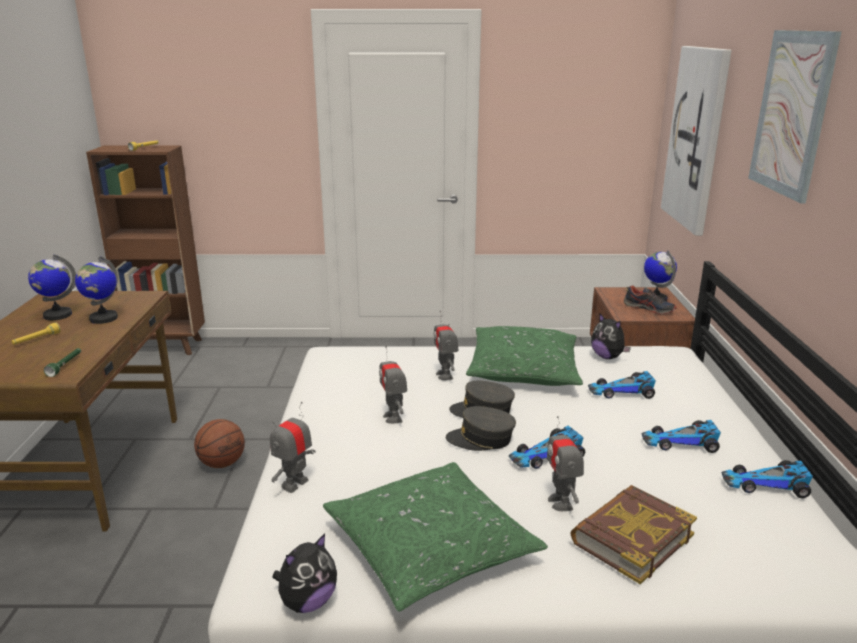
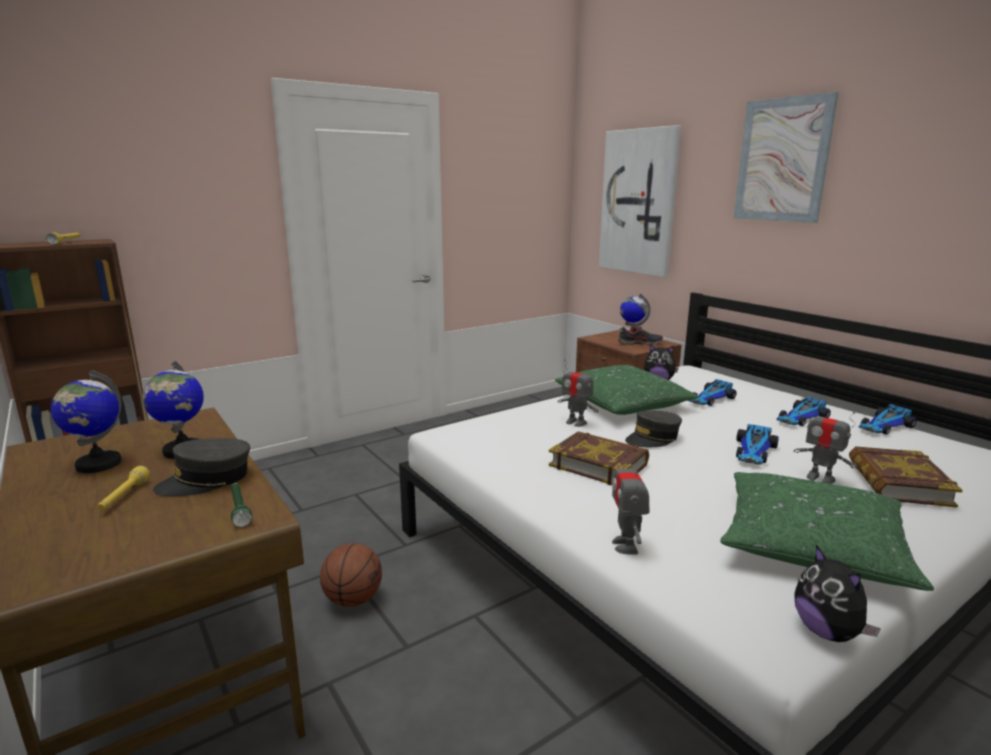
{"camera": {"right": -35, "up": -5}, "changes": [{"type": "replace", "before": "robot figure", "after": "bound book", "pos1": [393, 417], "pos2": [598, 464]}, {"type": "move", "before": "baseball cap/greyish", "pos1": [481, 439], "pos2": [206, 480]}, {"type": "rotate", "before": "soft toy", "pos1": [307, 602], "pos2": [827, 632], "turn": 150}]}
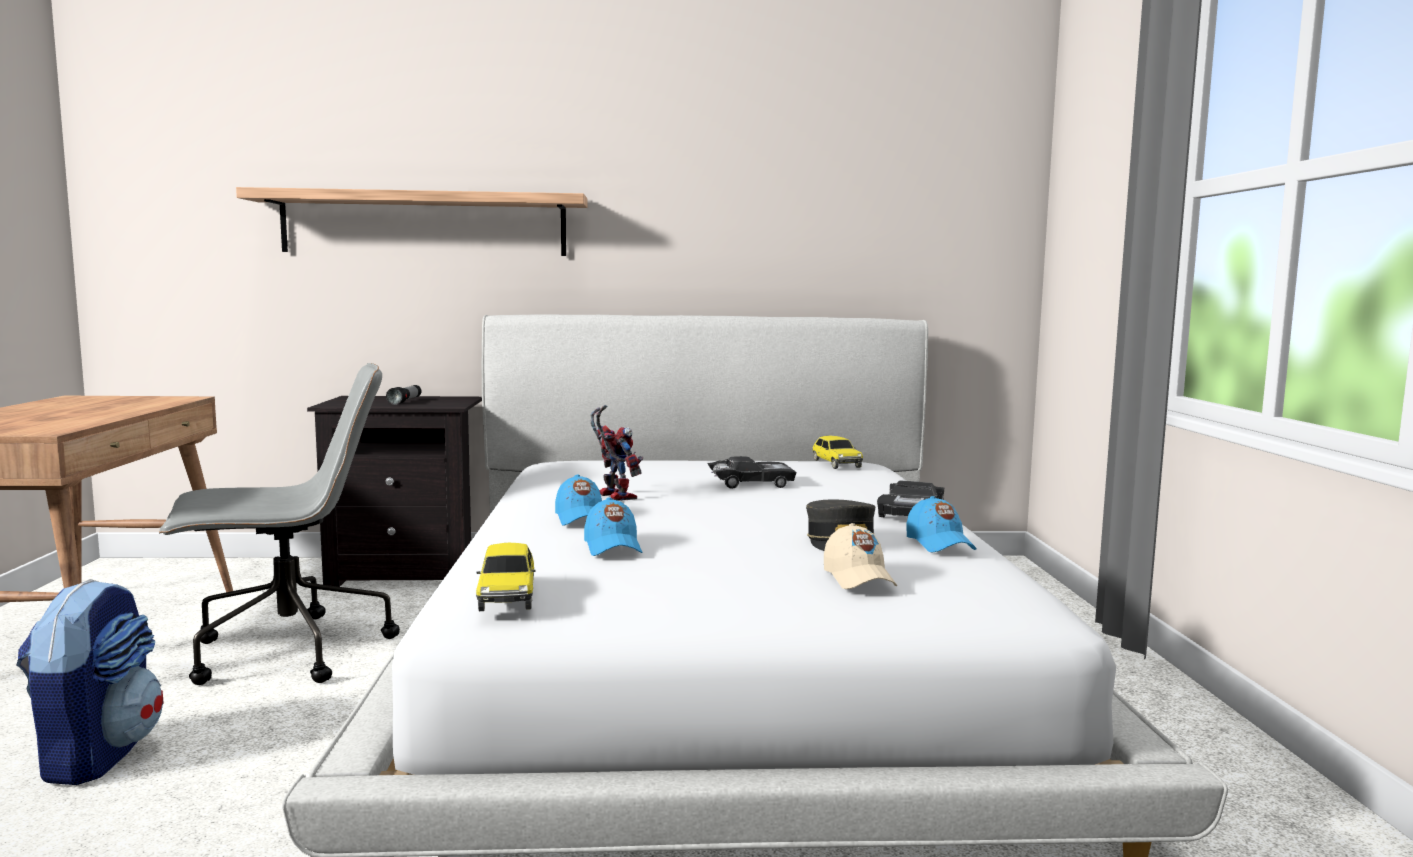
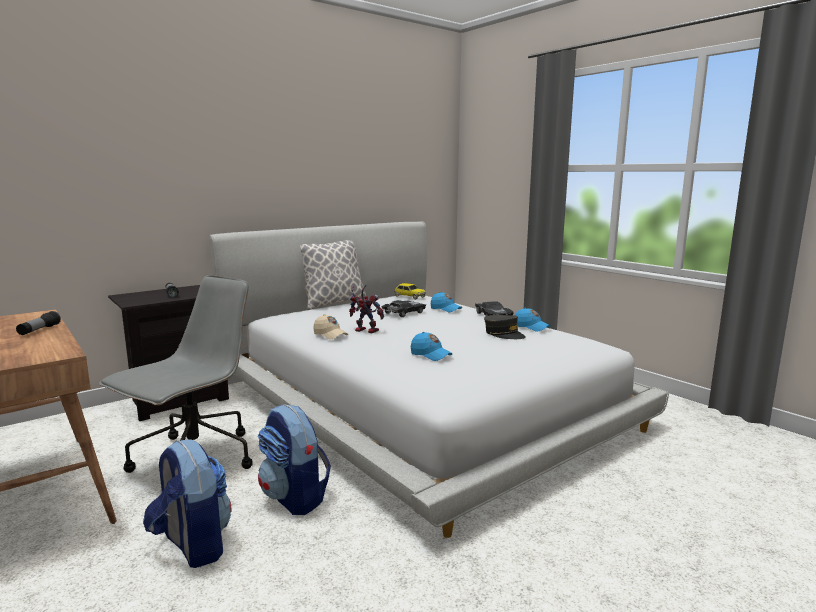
{"camera": {"right": -35, "up": 5}, "changes": [{"type": "delete", "before": "bracket shelf", "pos1": [424, 224]}, {"type": "move", "before": "baseball cap/blue-coloured", "pos1": [580, 518], "pos2": [445, 309]}, {"type": "move", "before": "baseball cap/sand-coloured", "pos1": [858, 578], "pos2": [330, 335]}, {"type": "delete", "before": "model car", "pos1": [507, 595]}, {"type": "insert", "after": "throw pillow", "pos2": [333, 303]}, {"type": "insert", "after": "hand torch", "pos2": [39, 330]}, {"type": "insert", "after": "backpack", "pos2": [295, 497]}]}
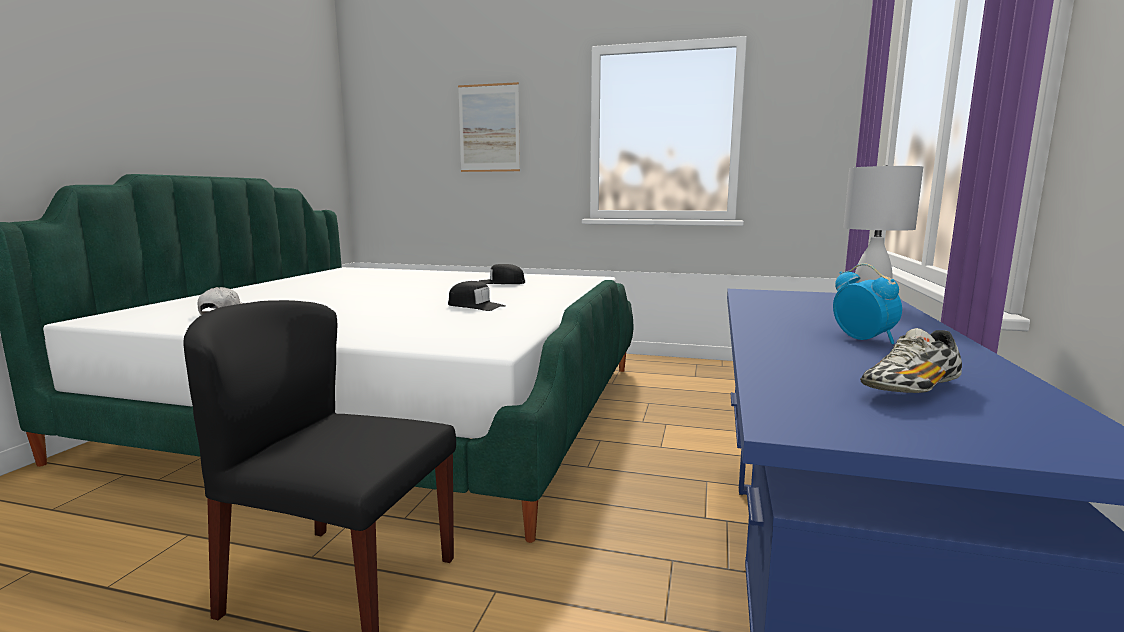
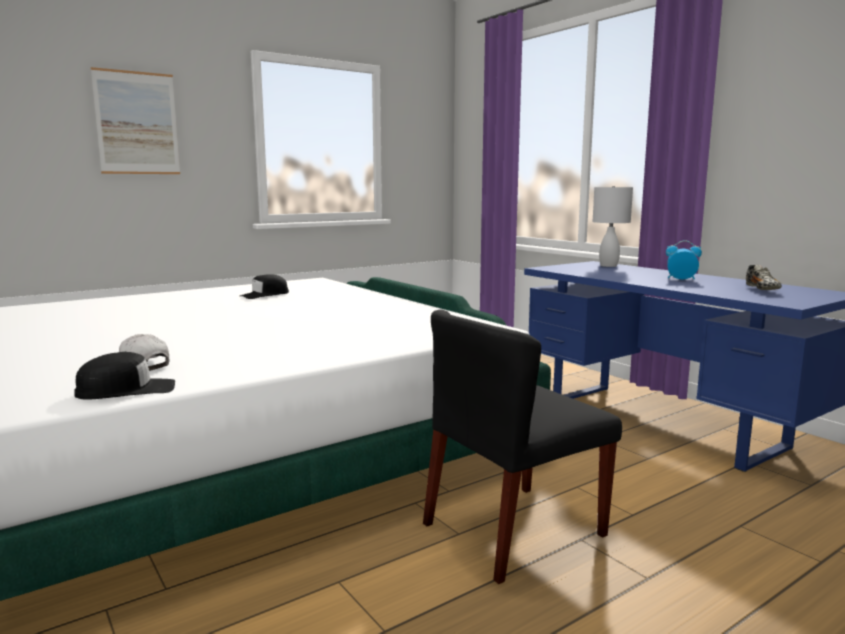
{"camera": {"right": -50, "up": 0}, "changes": [{"type": "move", "before": "baseball cap/black", "pos1": [475, 306], "pos2": [127, 390]}]}
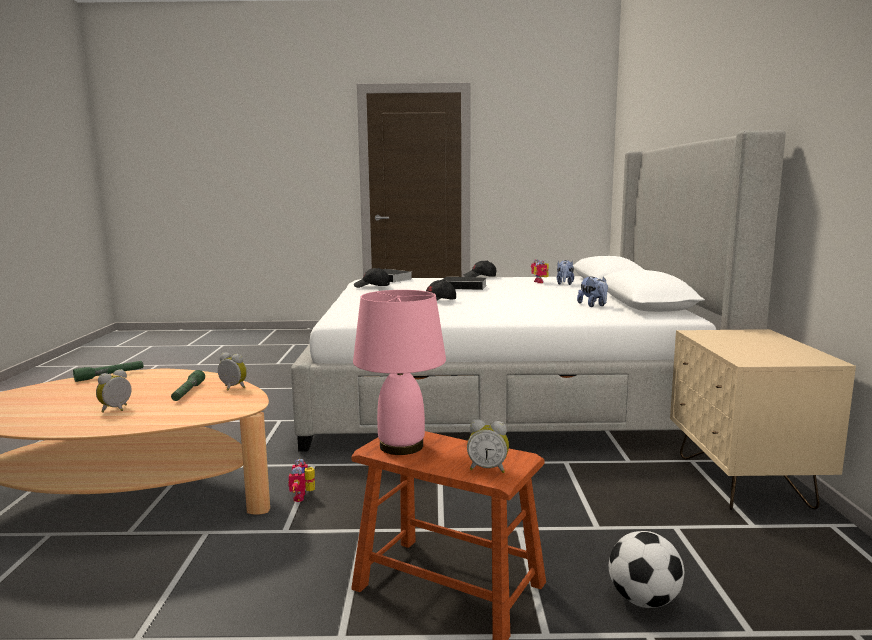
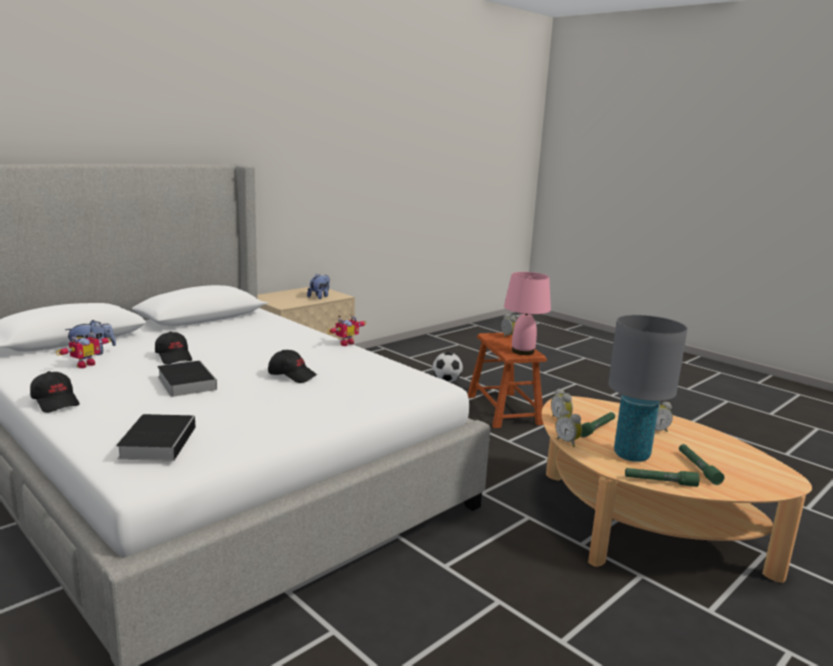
{"camera": {"right": -135, "up": 5}, "changes": [{"type": "move", "before": "baseball cap/black", "pos1": [372, 286], "pos2": [174, 357]}, {"type": "move", "before": "soft toy", "pos1": [593, 305], "pos2": [319, 297]}, {"type": "move", "before": "robot figure", "pos1": [303, 497], "pos2": [345, 343]}, {"type": "insert", "after": "table lamp/greyish", "pos2": [631, 455]}, {"type": "insert", "after": "table clock", "pos2": [568, 442]}, {"type": "insert", "after": "hand torch/green", "pos2": [698, 468]}]}
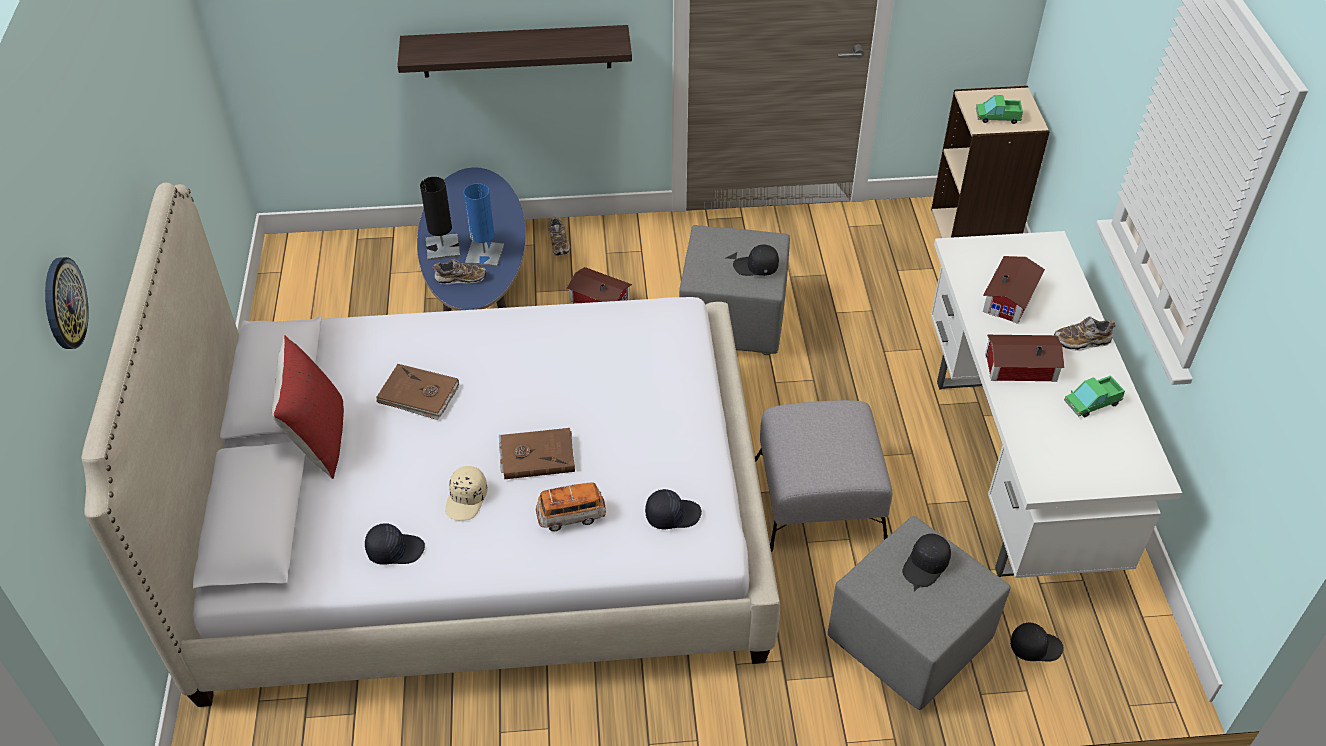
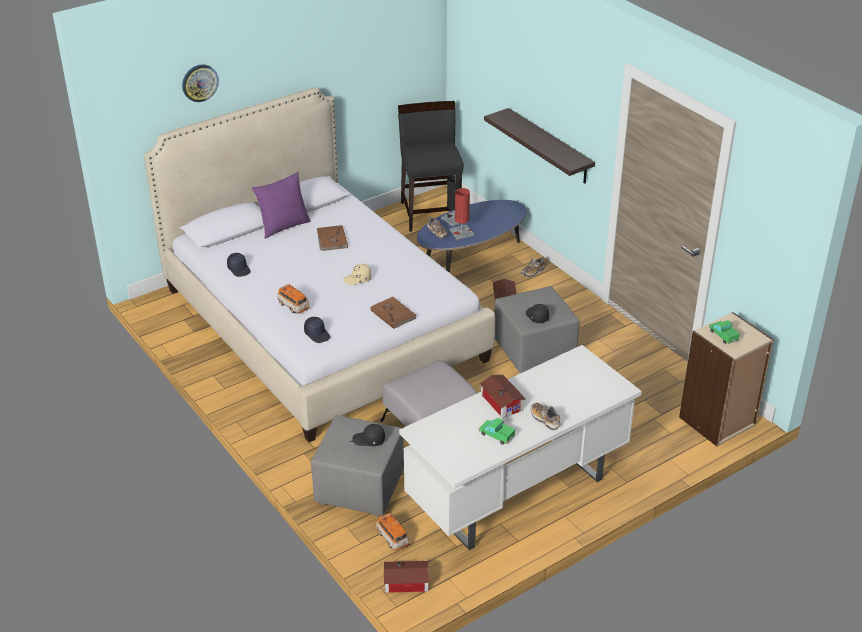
{"camera": {"right": 60, "up": -10}, "changes": [{"type": "recolor", "before": "table lamp/blue-coloured", "after": "table lamp/red", "pos1": [484, 254], "pos2": [461, 232]}, {"type": "move", "before": "model house", "pos1": [1012, 297], "pos2": [407, 583]}, {"type": "recolor", "before": "throw pillow/red", "after": "throw pillow/purple-coloured", "pos1": [318, 440], "pos2": [283, 226]}, {"type": "move", "before": "bound book/brown-coloured", "pos1": [537, 455], "pos2": [393, 314]}, {"type": "move", "before": "baseball cap/sand-coloured", "pos1": [467, 499], "pos2": [357, 279]}, {"type": "replace", "before": "baseball cap/black", "after": "model car", "pos1": [1035, 646], "pos2": [392, 538]}, {"type": "insert", "after": "chair/black", "pos2": [431, 213]}]}
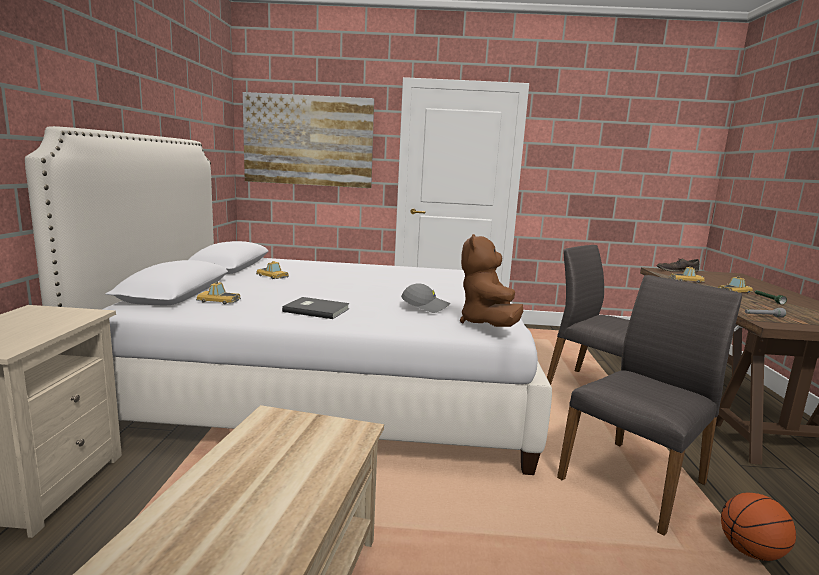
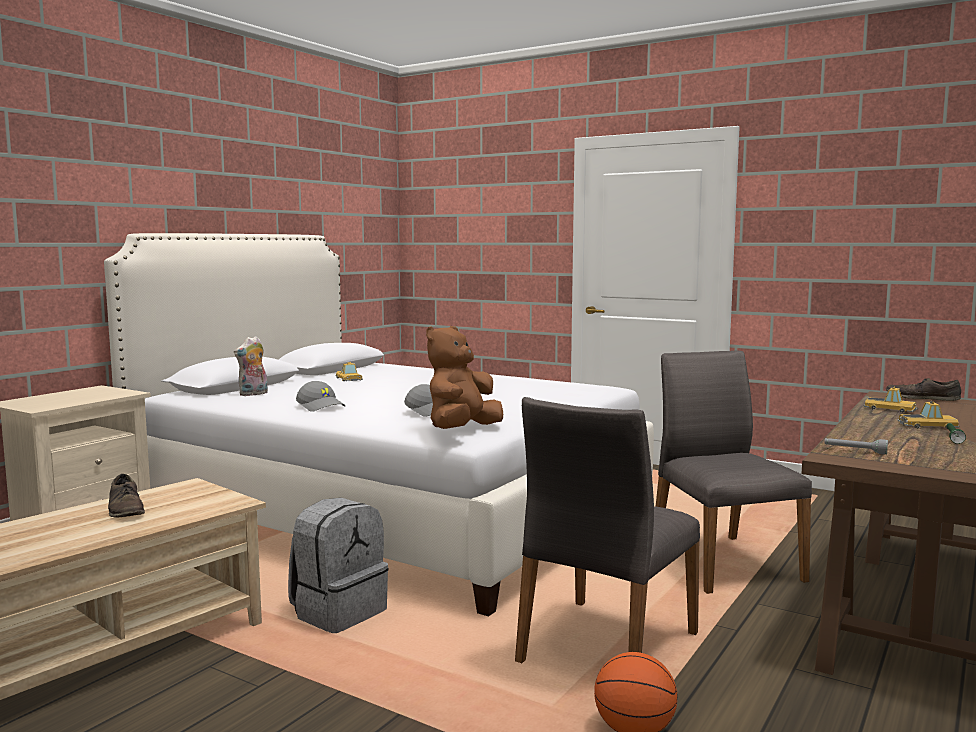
{"camera": {"right": 30, "up": -5}, "changes": [{"type": "delete", "before": "picture", "pos1": [308, 141]}, {"type": "rotate", "before": "chair/greyish", "pos1": [635, 481], "pos2": [605, 647], "turn": 135}, {"type": "replace", "before": "model car", "after": "soft toy", "pos1": [218, 300], "pos2": [253, 394]}, {"type": "replace", "before": "bound book/greyish", "after": "baseball cap/greyish", "pos1": [316, 309], "pos2": [321, 406]}, {"type": "insert", "after": "item of footwear/brown-coloured", "pos2": [126, 509]}, {"type": "insert", "after": "backpack/greyish", "pos2": [338, 611]}]}
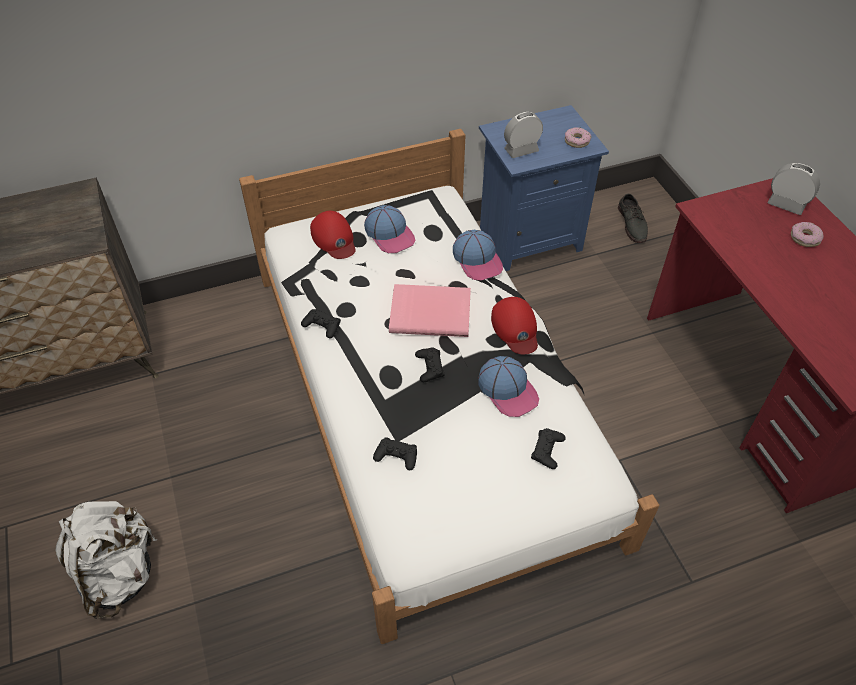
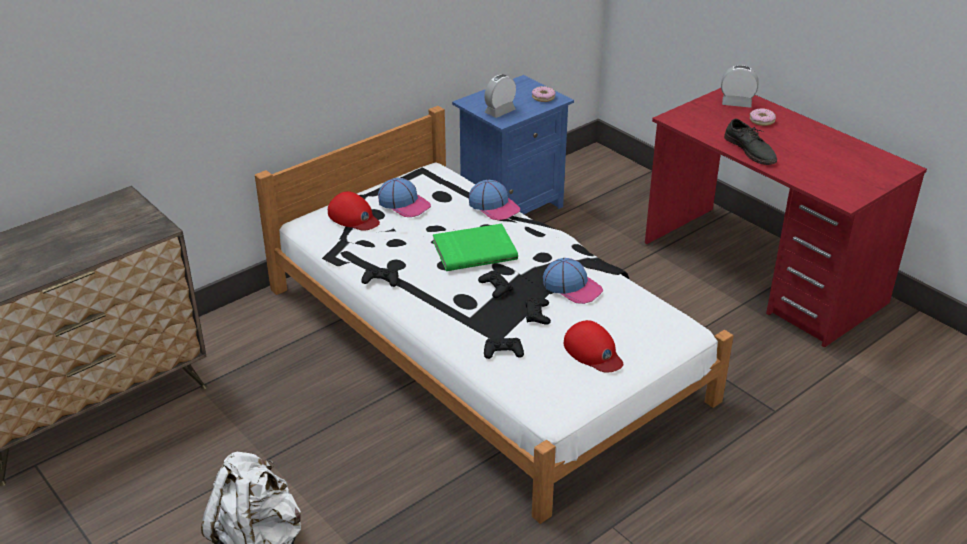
{"camera": {"right": -20, "up": -15}, "changes": [{"type": "move", "before": "item of footwear/greyish", "pos1": [632, 223], "pos2": [750, 150]}, {"type": "recolor", "before": "bound book/pink-coloured", "after": "bound book/green", "pos1": [430, 312], "pos2": [474, 249]}, {"type": "move", "before": "baseball cap/red", "pos1": [515, 328], "pos2": [593, 352]}, {"type": "move", "before": "joypad/black", "pos1": [547, 450], "pos2": [537, 314]}]}
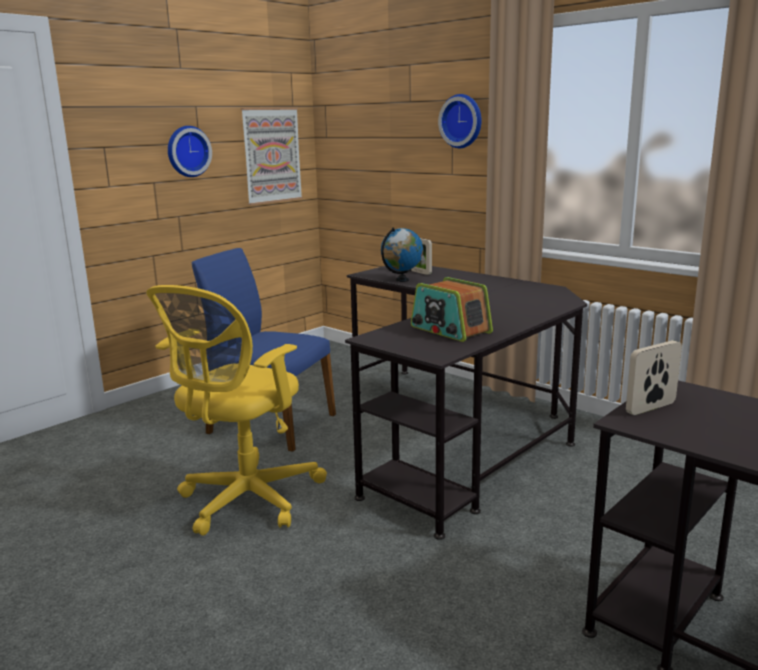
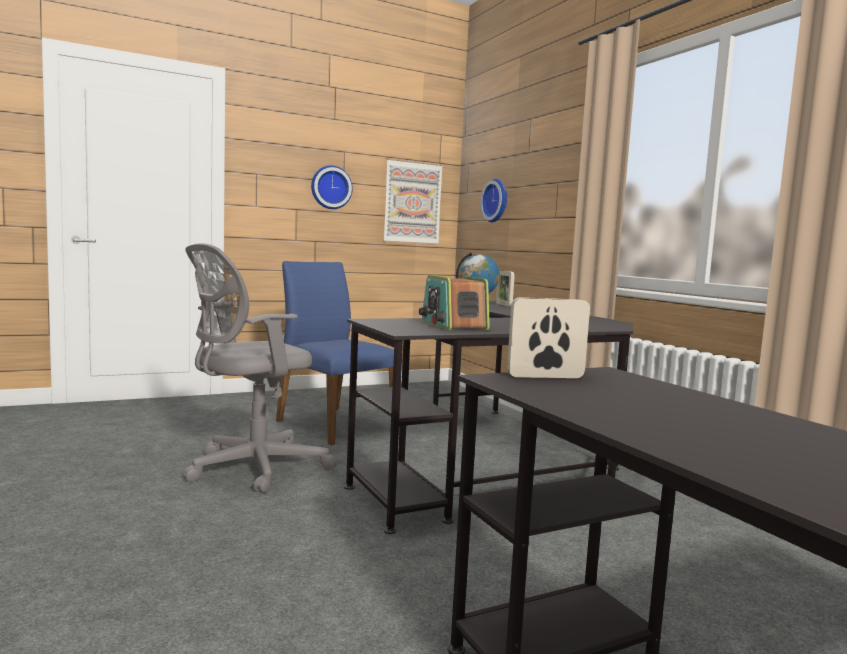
{"camera": {"right": 20, "up": -10}, "changes": [{"type": "move", "before": "hanging clock", "pos1": [462, 121], "pos2": [497, 201]}, {"type": "recolor", "before": "desk chair/yellow-coloured", "after": "desk chair/greyish", "pos1": [245, 501], "pos2": [251, 468]}]}
